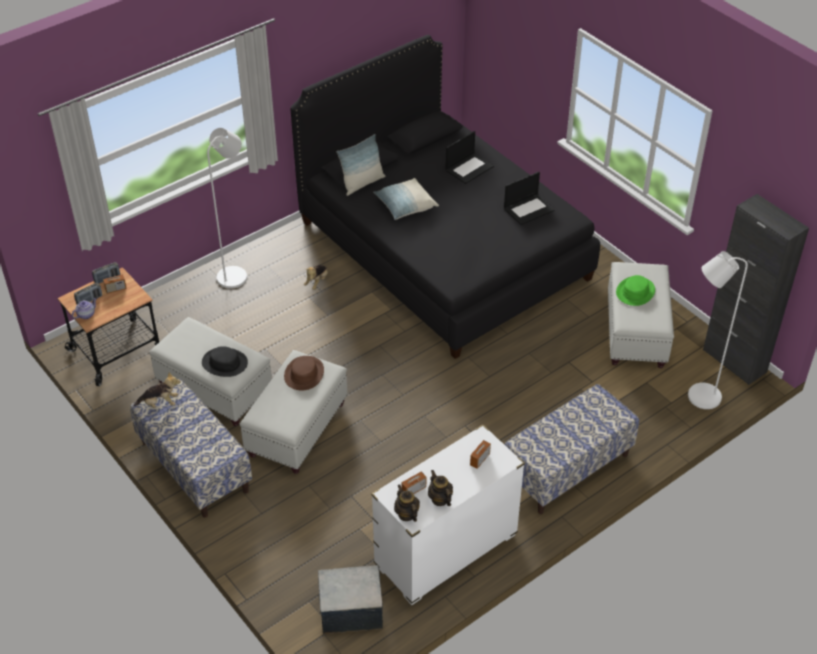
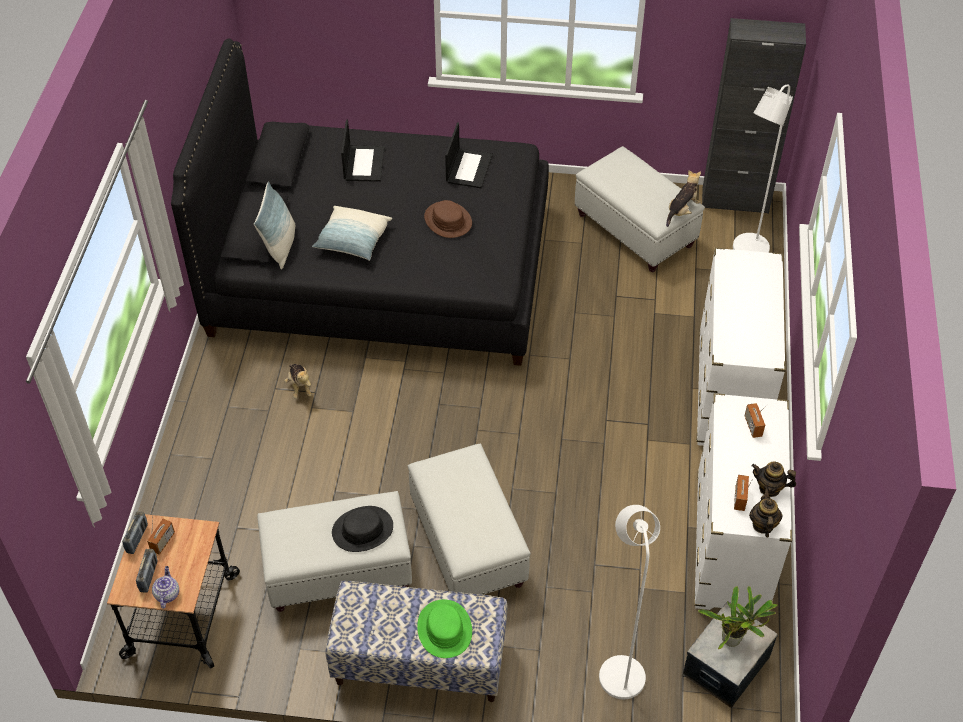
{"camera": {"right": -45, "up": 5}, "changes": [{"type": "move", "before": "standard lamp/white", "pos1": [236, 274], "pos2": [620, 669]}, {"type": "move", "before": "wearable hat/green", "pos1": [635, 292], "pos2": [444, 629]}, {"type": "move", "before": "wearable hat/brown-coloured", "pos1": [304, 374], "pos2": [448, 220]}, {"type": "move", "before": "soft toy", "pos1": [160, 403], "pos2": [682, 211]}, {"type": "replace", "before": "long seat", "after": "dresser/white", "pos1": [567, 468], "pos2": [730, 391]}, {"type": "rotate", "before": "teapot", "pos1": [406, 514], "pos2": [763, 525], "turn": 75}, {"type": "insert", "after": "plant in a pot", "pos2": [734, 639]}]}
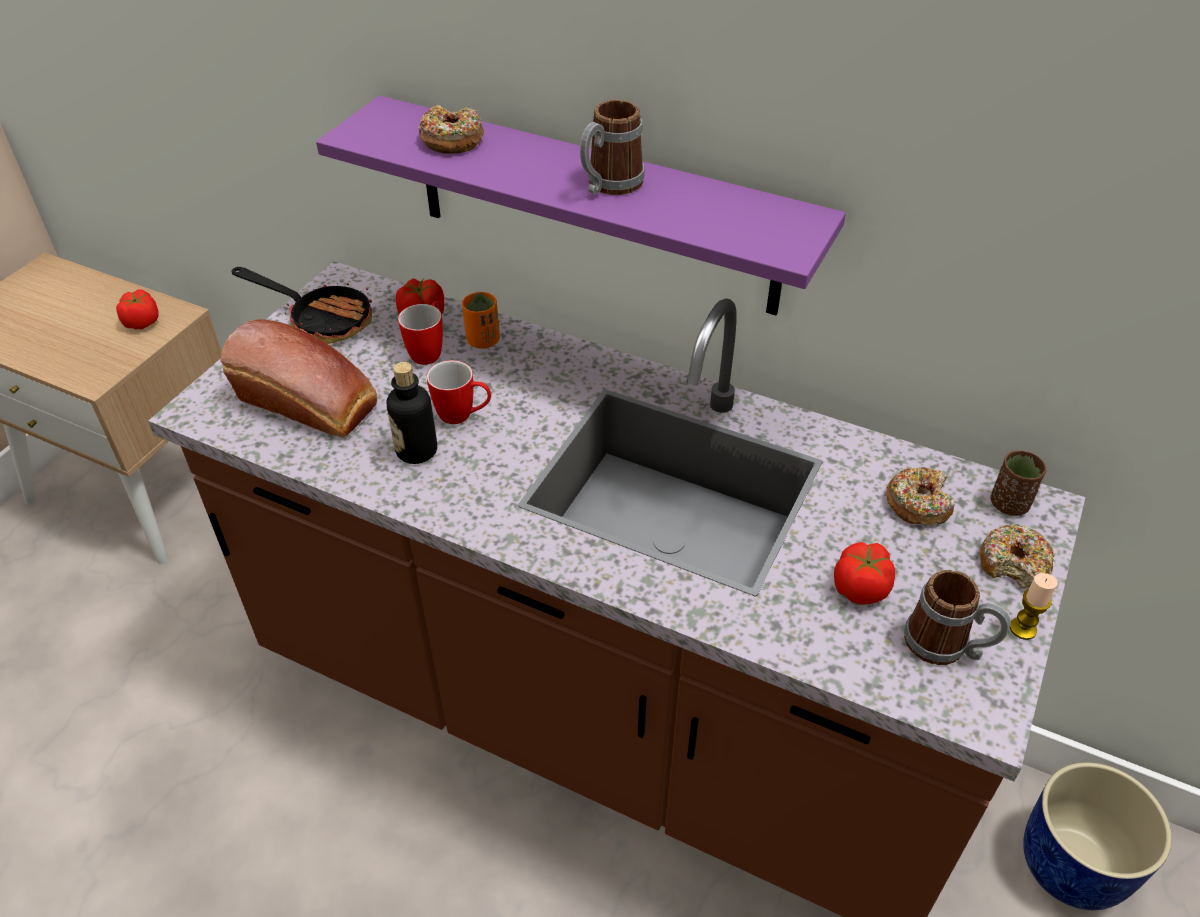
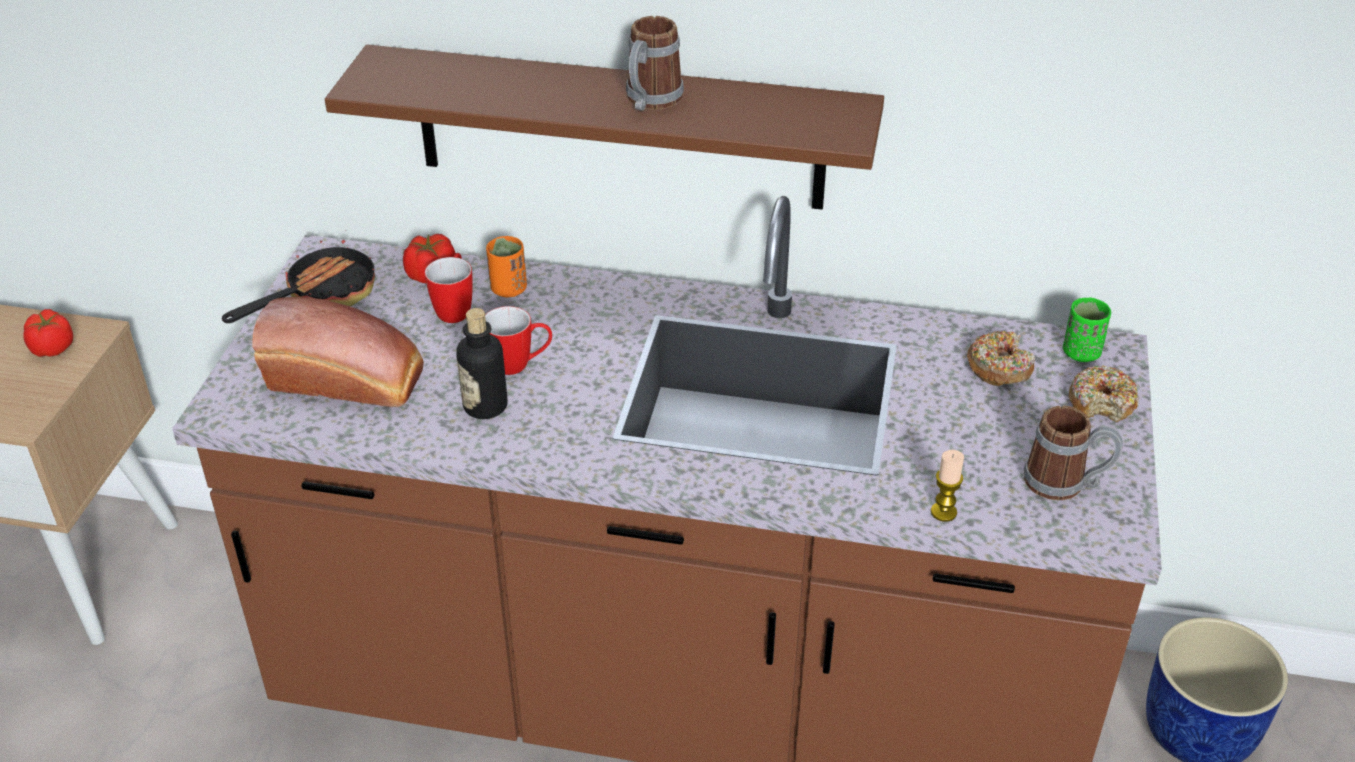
{"camera": {"right": -15, "up": -5}, "changes": [{"type": "recolor", "before": "bracket shelf/purple-coloured", "after": "bracket shelf/brown-coloured", "pos1": [595, 207], "pos2": [619, 128]}, {"type": "delete", "before": "doughnut", "pos1": [452, 140]}, {"type": "rotate", "before": "pan", "pos1": [321, 319], "pos2": [320, 296], "turn": -60}, {"type": "recolor", "before": "small cup/brown-coloured", "after": "small cup/green", "pos1": [1009, 504], "pos2": [1081, 353]}, {"type": "delete", "before": "fresh tomato", "pos1": [860, 588]}, {"type": "move", "before": "wax light", "pos1": [1022, 628], "pos2": [943, 512]}]}
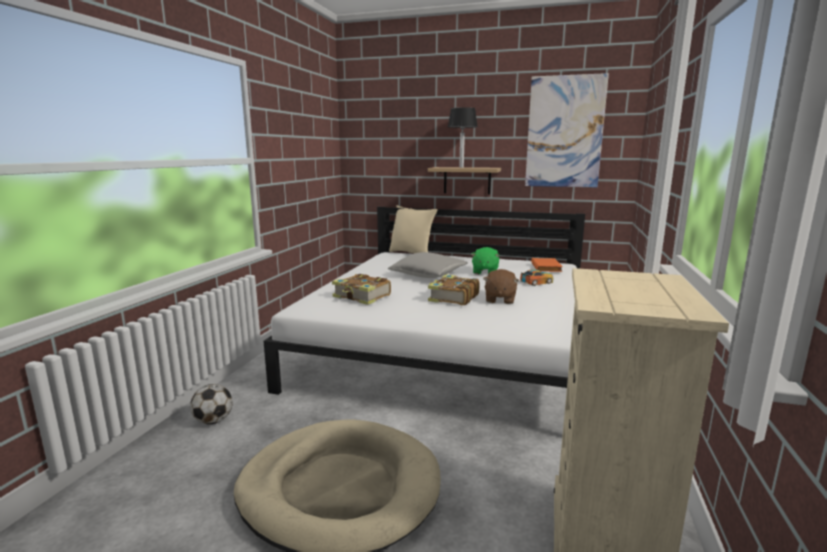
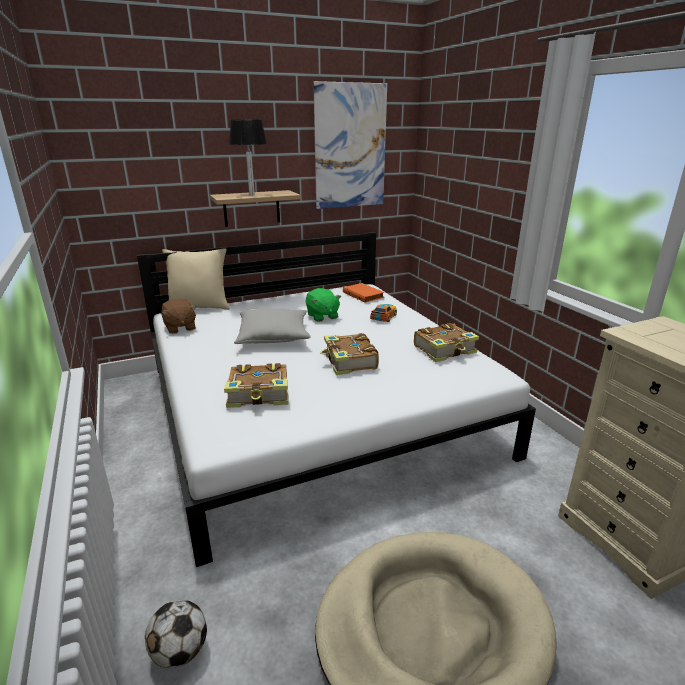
{"camera": {"right": -40, "up": 10}, "changes": [{"type": "move", "before": "soft toy/brown-coloured", "pos1": [499, 299], "pos2": [180, 328]}, {"type": "insert", "after": "bound book", "pos2": [445, 350]}]}
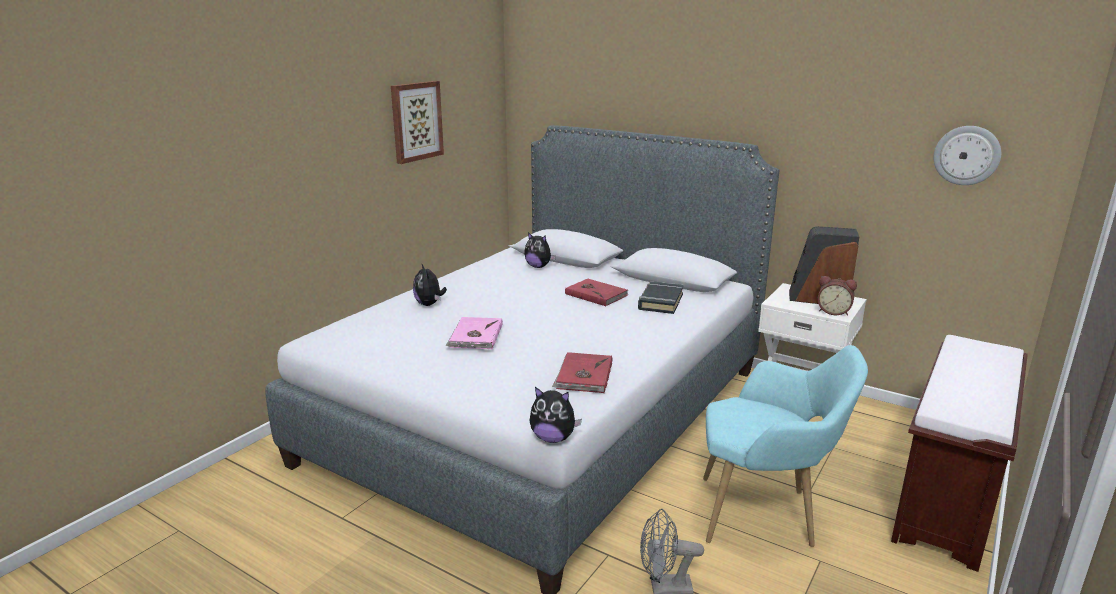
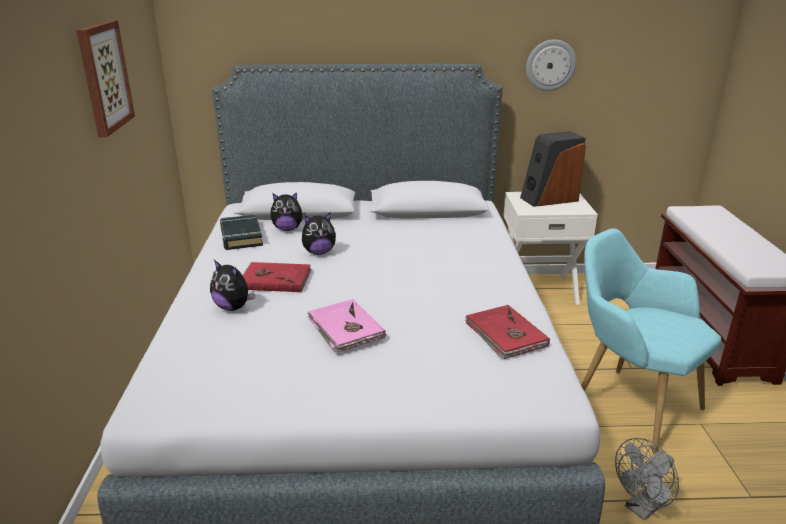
{"camera": {"right": -35, "up": 5}, "changes": [{"type": "move", "before": "hanging clock", "pos1": [966, 155], "pos2": [550, 65]}, {"type": "delete", "before": "table clock", "pos1": [833, 311]}, {"type": "move", "before": "bound book/red", "pos1": [596, 294], "pos2": [275, 279]}, {"type": "move", "before": "bound book/black", "pos1": [660, 302], "pos2": [241, 236]}, {"type": "rotate", "before": "armchair/turquoise-coloured", "pos1": [765, 515], "pos2": [629, 403], "turn": -105}, {"type": "move", "before": "soft toy", "pos1": [553, 438], "pos2": [319, 252]}]}
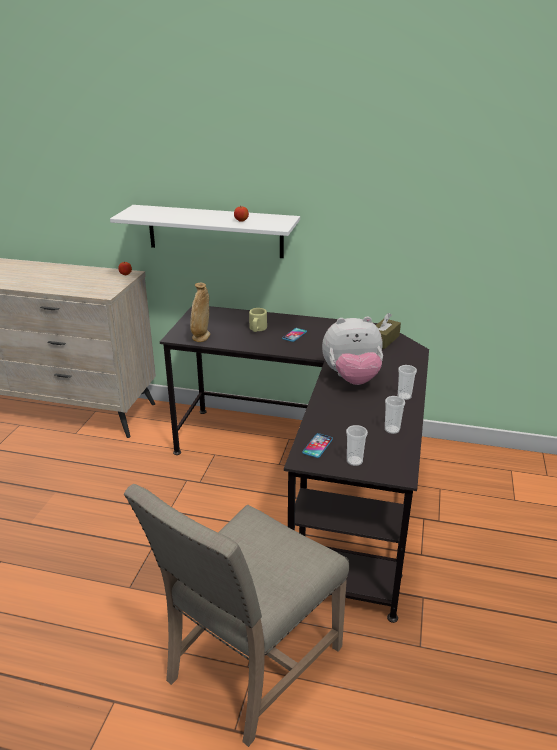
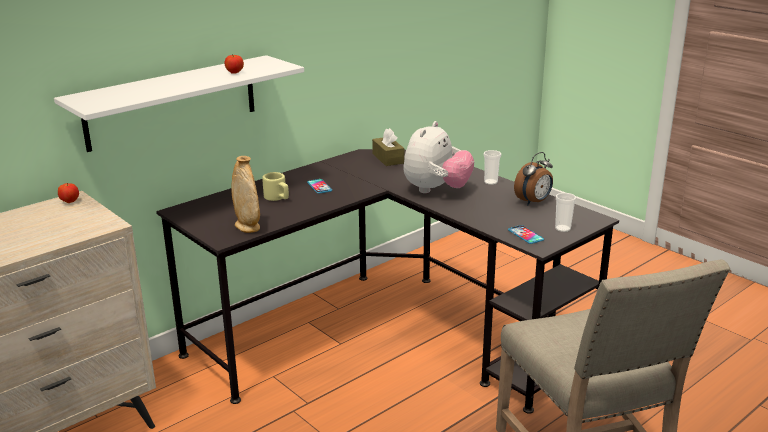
{"camera": {"right": -55, "up": -5}, "changes": [{"type": "replace", "before": "small cup", "after": "table clock", "pos1": [392, 430], "pos2": [534, 202]}]}
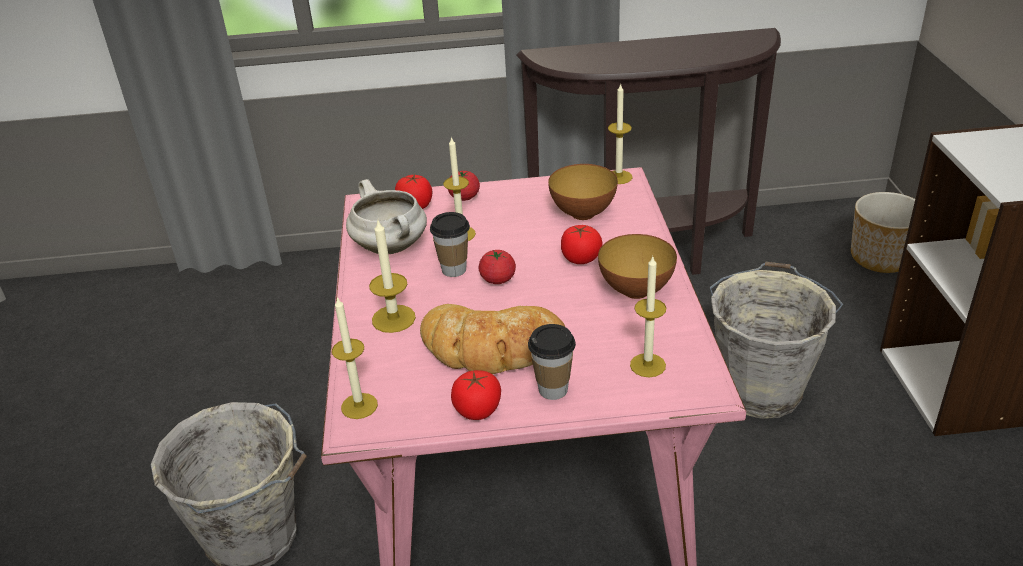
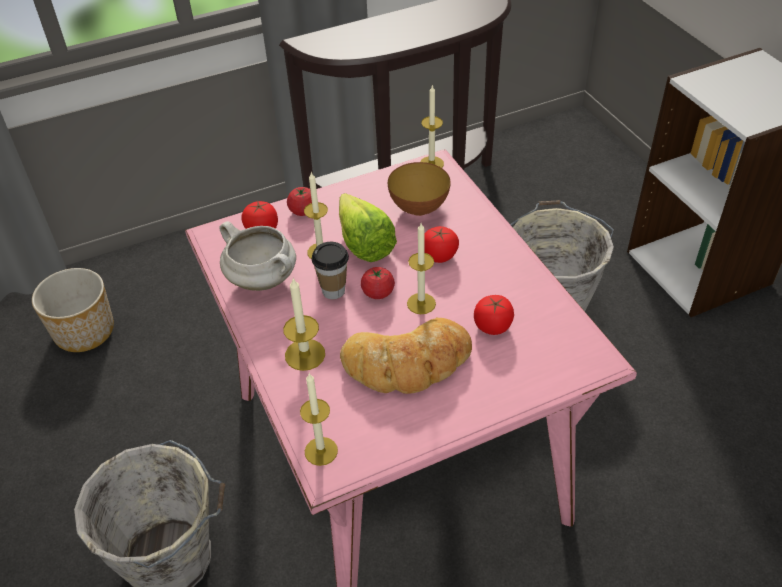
{"camera": {"right": -20, "up": 10}, "changes": [{"type": "move", "before": "flower pot", "pos1": [881, 257], "pos2": [85, 331]}, {"type": "delete", "before": "bowl", "pos1": [636, 290]}, {"type": "move", "before": "wax light", "pos1": [647, 365], "pos2": [421, 303]}, {"type": "delete", "before": "small cup", "pos1": [553, 389]}, {"type": "move", "before": "fresh tomato", "pos1": [477, 410], "pos2": [493, 326]}, {"type": "insert", "after": "lettuce", "pos2": [363, 240]}]}
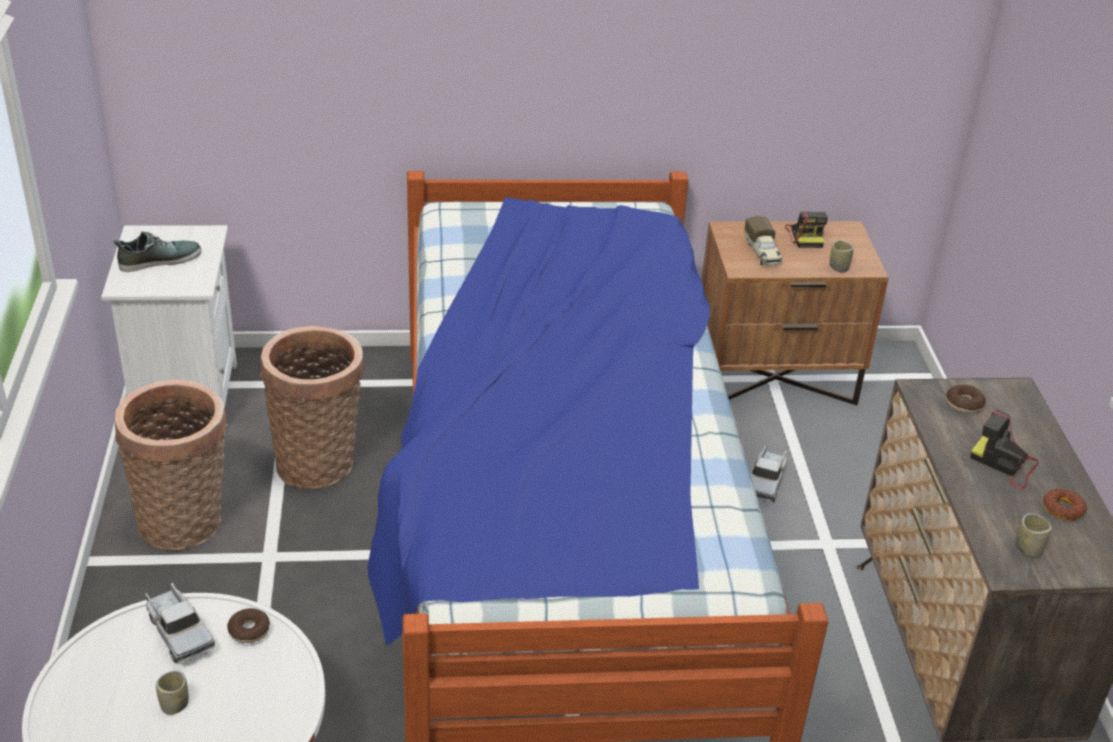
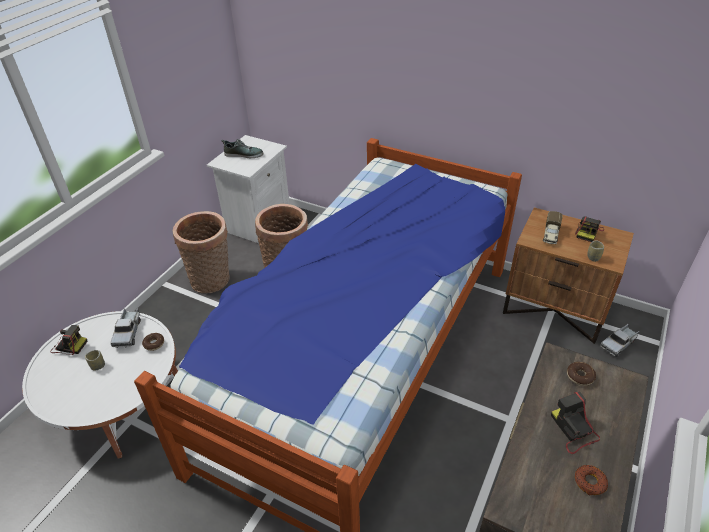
{"camera": {"right": 35, "up": 5}, "changes": [{"type": "move", "before": "model truck", "pos1": [765, 481], "pos2": [618, 343]}, {"type": "delete", "before": "small cup", "pos1": [1028, 549]}, {"type": "insert", "after": "still camera", "pos2": [69, 345]}]}
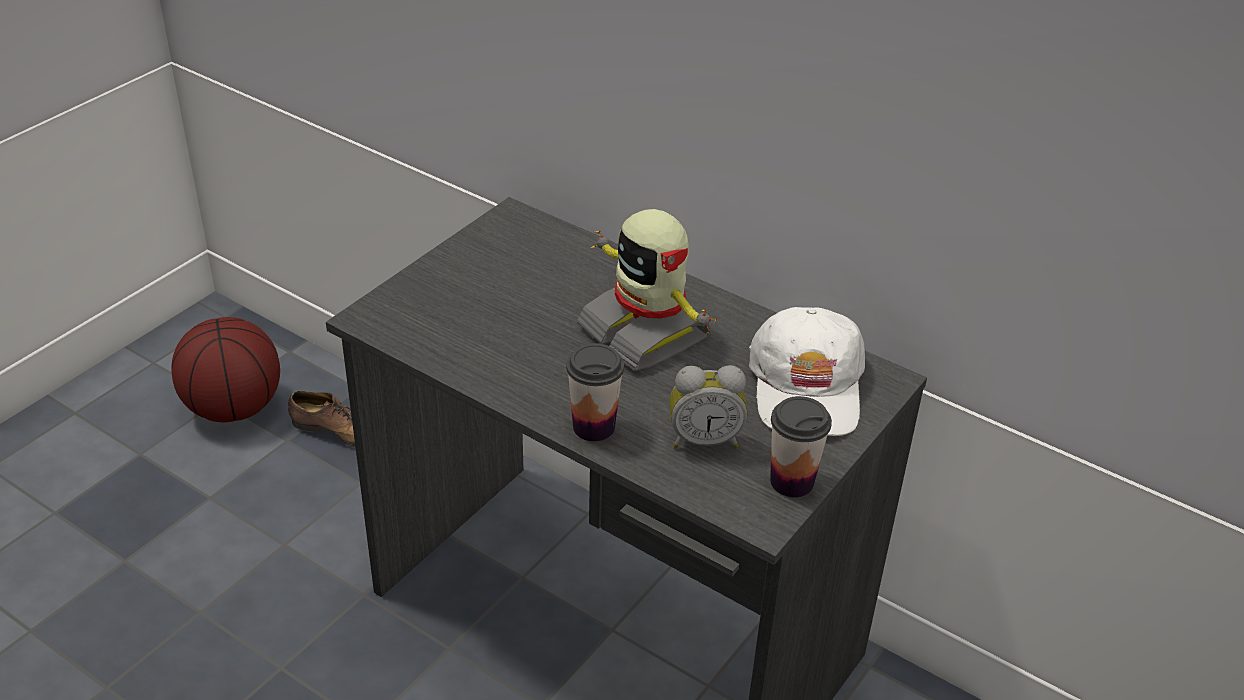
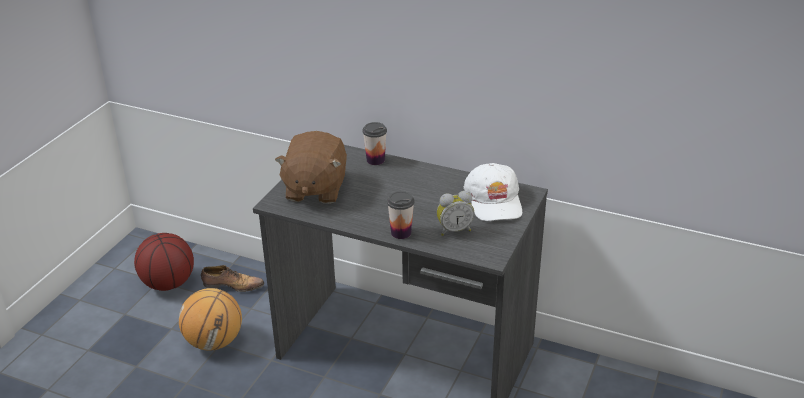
{"camera": {"right": -10, "up": -5}, "changes": [{"type": "delete", "before": "robot figure", "pos1": [646, 331]}, {"type": "move", "before": "small cup", "pos1": [792, 481], "pos2": [375, 160]}, {"type": "insert", "after": "soft toy/brown-coloured", "pos2": [315, 189]}, {"type": "insert", "after": "basketball", "pos2": [214, 342]}]}
